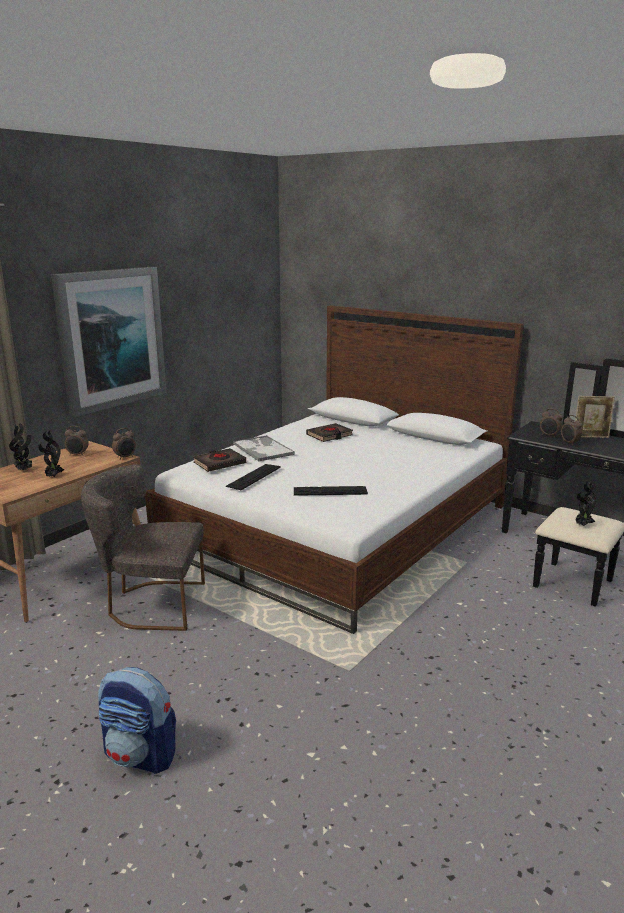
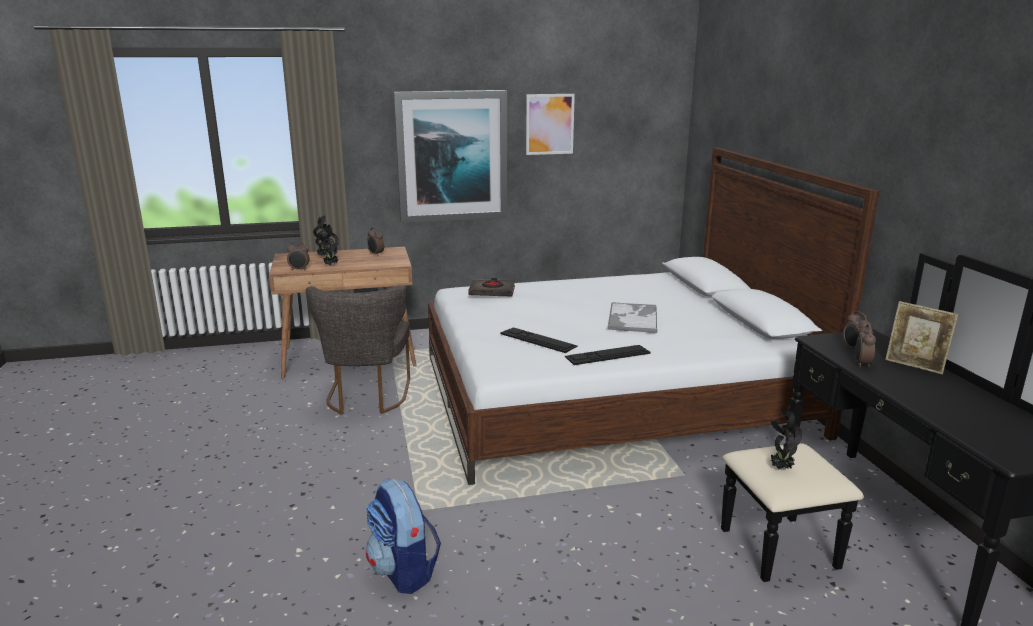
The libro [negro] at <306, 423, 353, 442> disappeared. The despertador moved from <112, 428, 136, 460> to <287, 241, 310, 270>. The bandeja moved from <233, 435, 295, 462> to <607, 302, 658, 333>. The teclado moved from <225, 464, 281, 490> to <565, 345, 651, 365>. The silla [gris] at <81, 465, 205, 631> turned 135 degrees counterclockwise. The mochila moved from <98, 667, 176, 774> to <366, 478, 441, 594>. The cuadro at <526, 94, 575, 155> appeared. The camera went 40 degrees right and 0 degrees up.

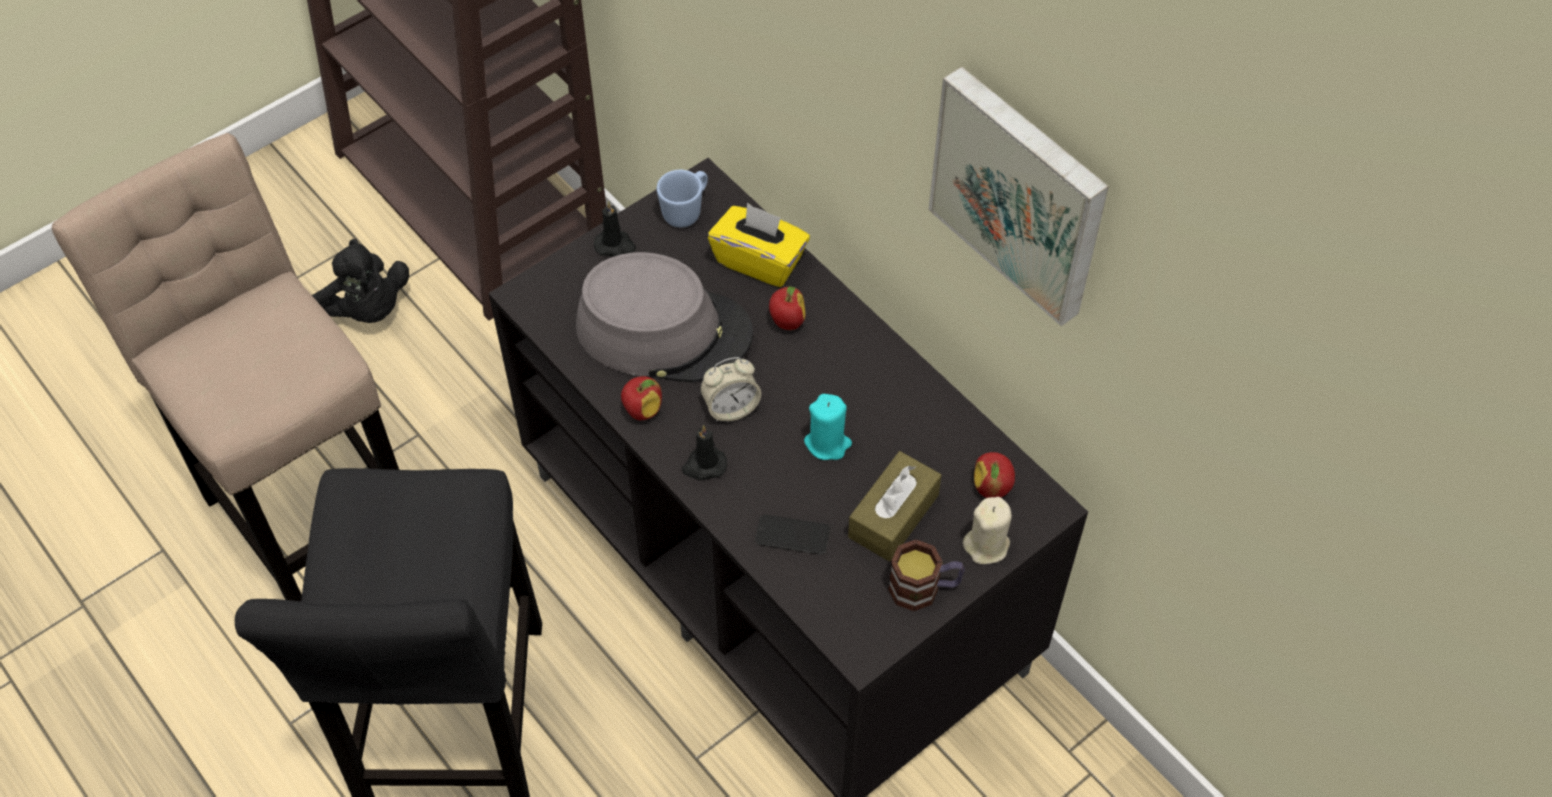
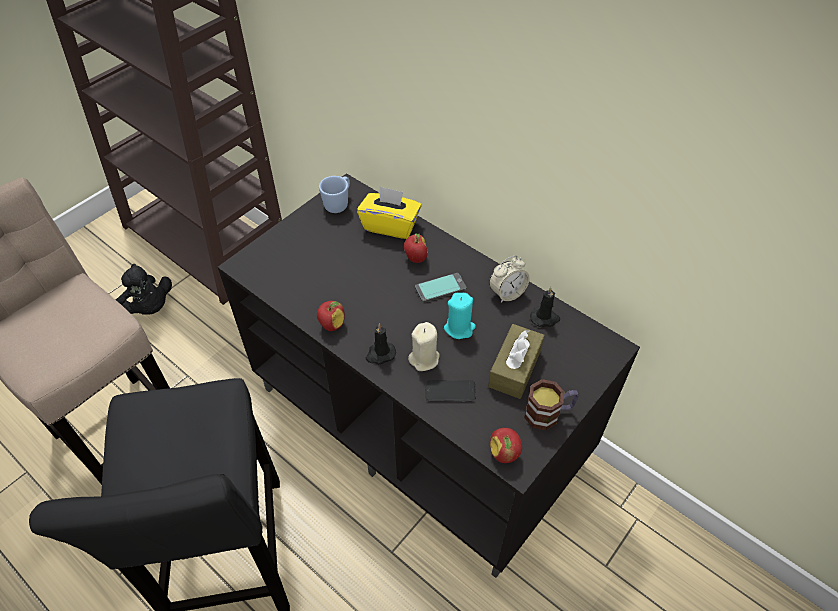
The cuadro at <929, 66, 1109, 326> disappeared. The vela [negro] moved from <594, 201, 636, 257> to <530, 287, 560, 327>. The sombrero [gris] at <576, 252, 753, 382> disappeared. The despertador moved from <700, 357, 761, 422> to <489, 255, 530, 303>. The manzana moved from <974, 452, 1015, 498> to <490, 428, 522, 463>. The vela [beis] moved from <963, 497, 1012, 564> to <408, 322, 440, 371>. The móvil at <415, 273, 466, 303> appeared. The camera went 10 degrees left and 5 degrees down.

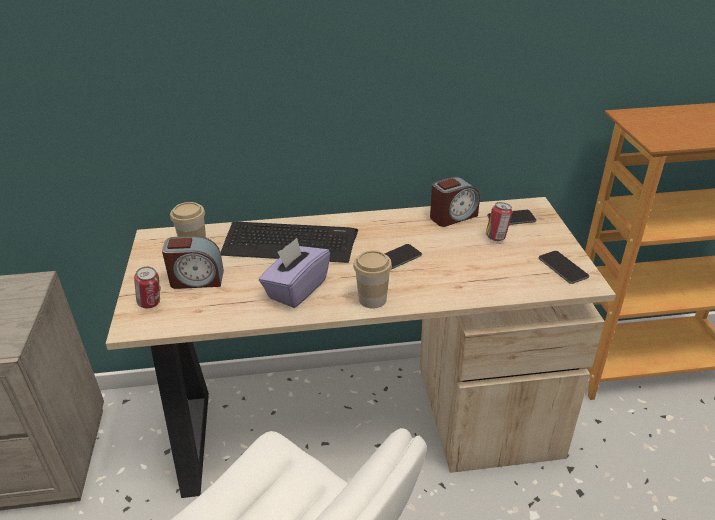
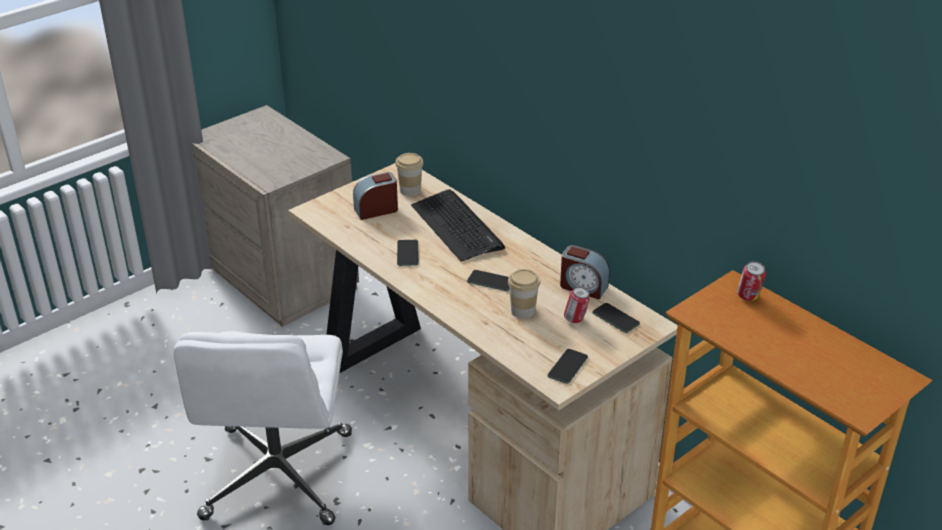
The despertador at <162, 236, 224, 289> turned 105 degrees clockwise. The caja de pañuelos [morado] at <259, 238, 330, 308> was replaced by the móvil at <397, 240, 419, 266>. The taza moved from <353, 251, 392, 308> to <508, 269, 541, 319>. The lata moved from <134, 267, 161, 308> to <737, 261, 766, 301>. The camera went 55 degrees right and 0 degrees up.

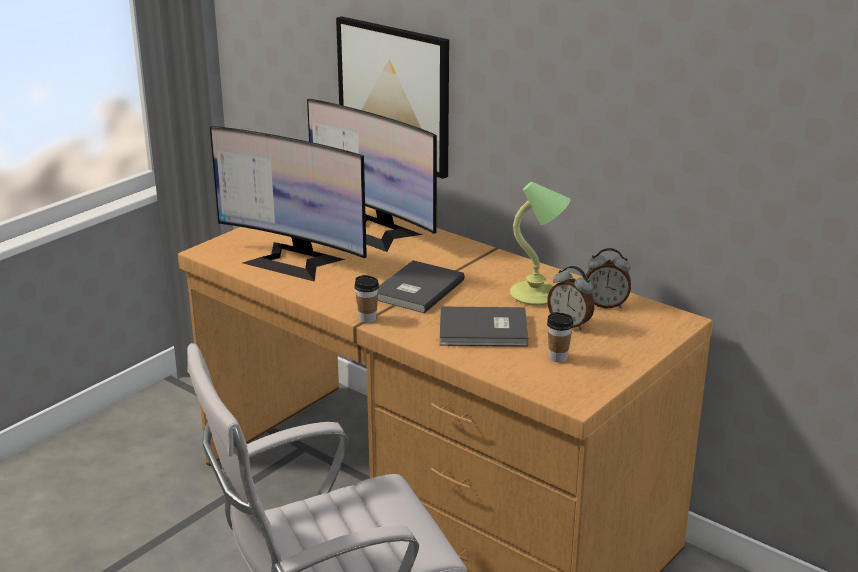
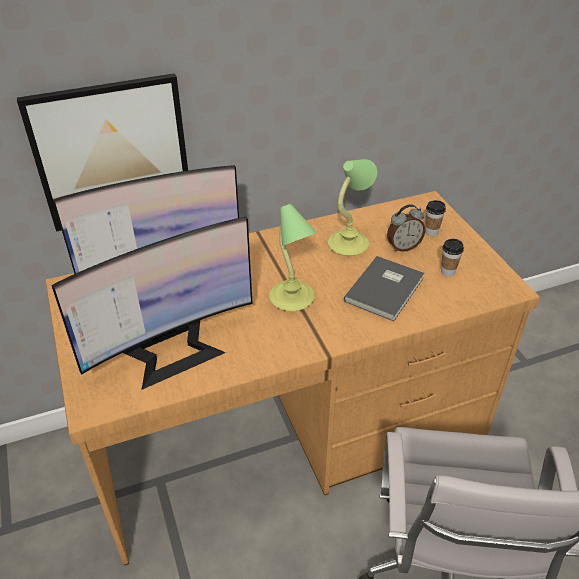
The despertador at <586, 248, 631, 308> disappeared. The libro [gris] at <378, 260, 465, 313> was replaced by the lámpara de mesa at <269, 204, 317, 311>. The taza moved from <354, 275, 379, 323> to <425, 200, 446, 236>. The camera went 60 degrees left and 15 degrees up.

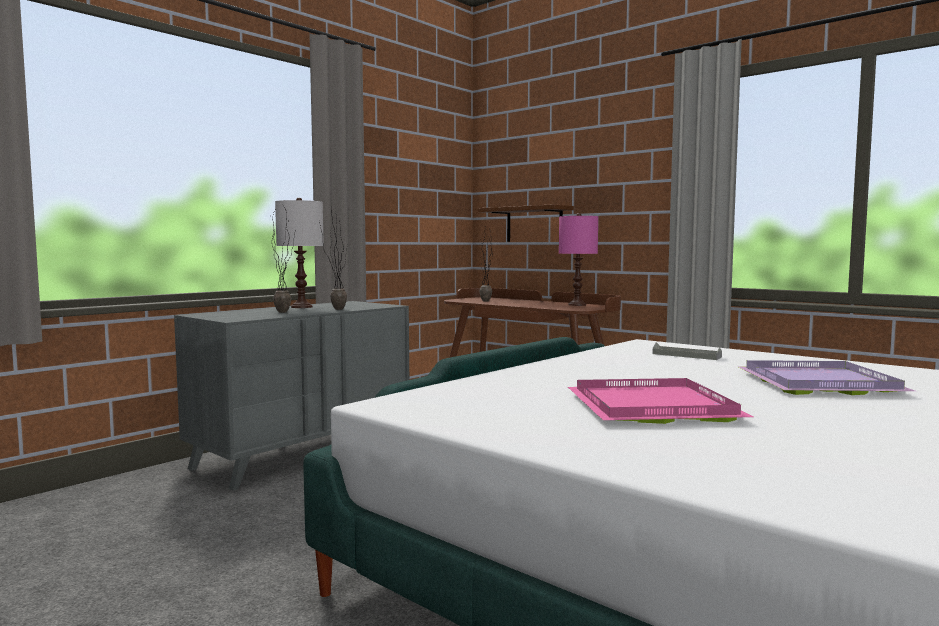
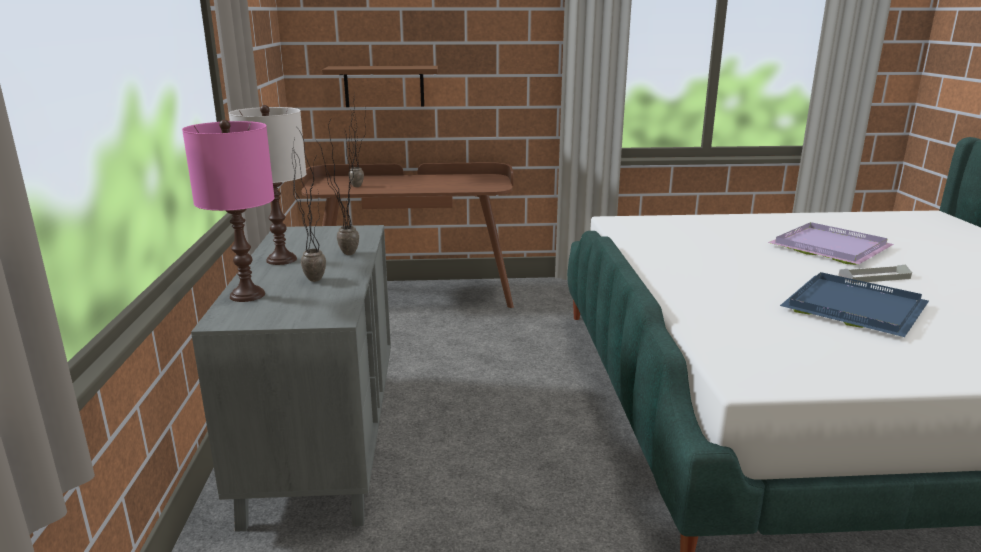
The lámpara de mesa [rosa] moved from <559, 213, 598, 306> to <182, 120, 275, 302>. The bandeja [gris] moved from <653, 342, 722, 360> to <838, 265, 912, 283>. The bandeja [rosa] at <568, 378, 753, 424> became the bandeja [azul] at <780, 272, 929, 337>. The camera went 45 degrees left and 15 degrees up.

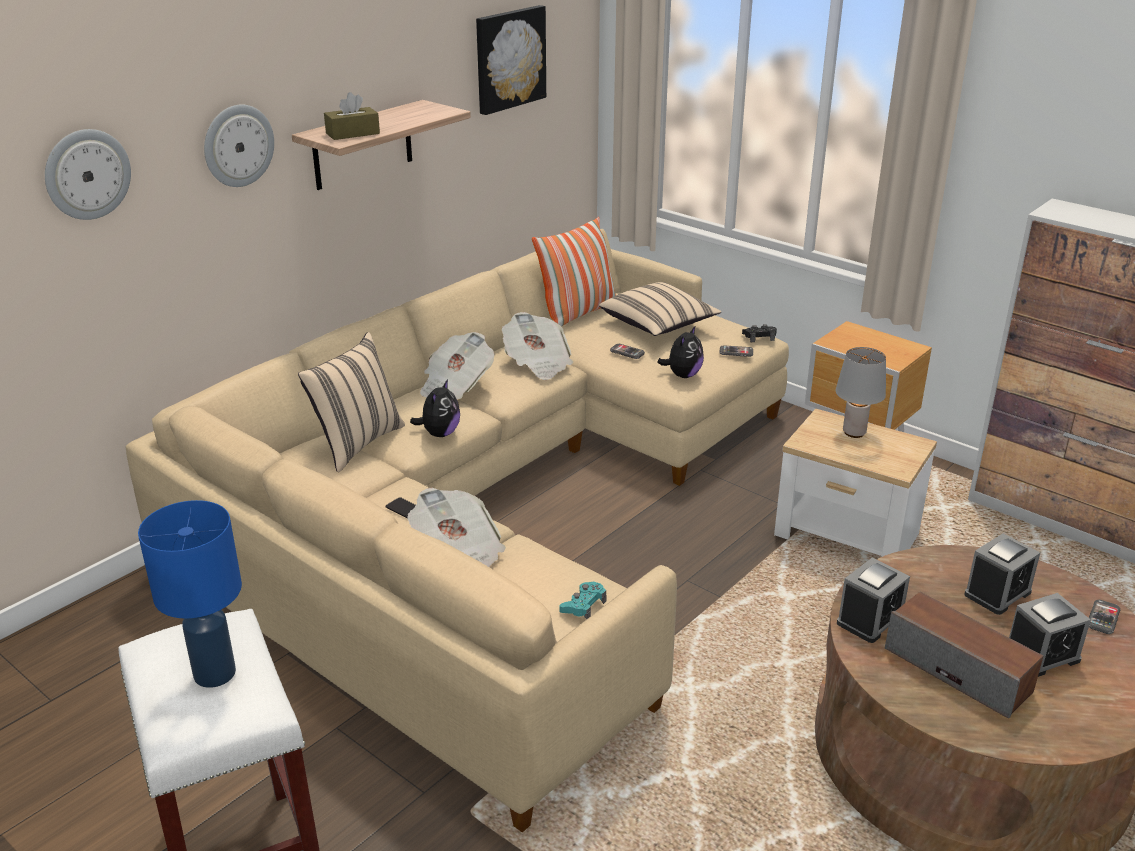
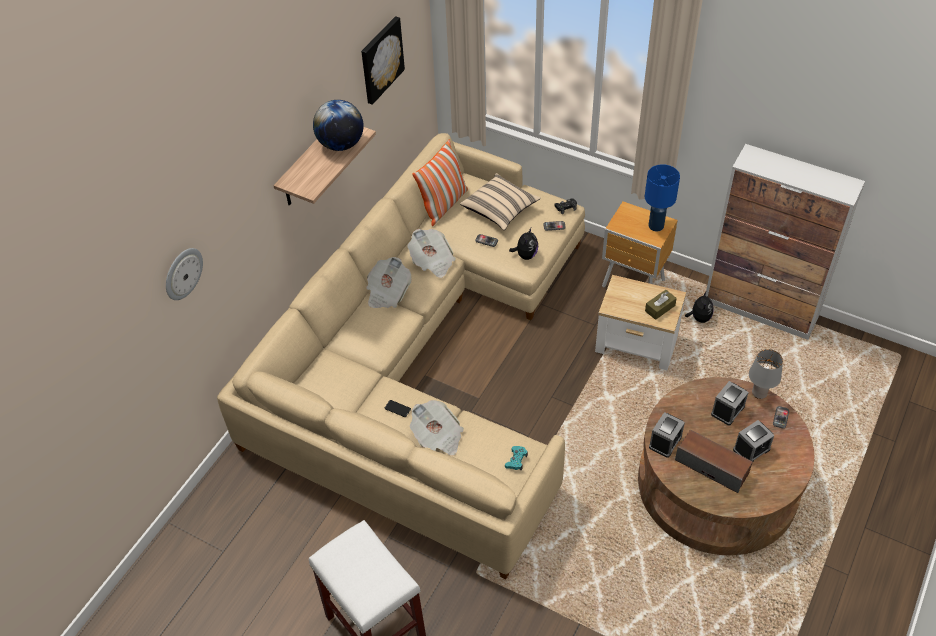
The caja de pañuelos [marrón] moved from <324, 92, 380, 140> to <645, 290, 677, 320>. The reloj de pared at <204, 104, 274, 187> disappeared. The cojín [beis] at <298, 332, 405, 472> disappeared. The lámpara de mesa [gris] moved from <836, 347, 886, 438> to <749, 349, 783, 399>. The peluche moved from <410, 379, 460, 437> to <685, 292, 714, 323>. The lámpara de mesa [azul] moved from <138, 500, 242, 688> to <645, 164, 680, 231>. The globo terráqueo at <313, 100, 364, 151> appeared. The camera went 10 degrees left and 20 degrees up.

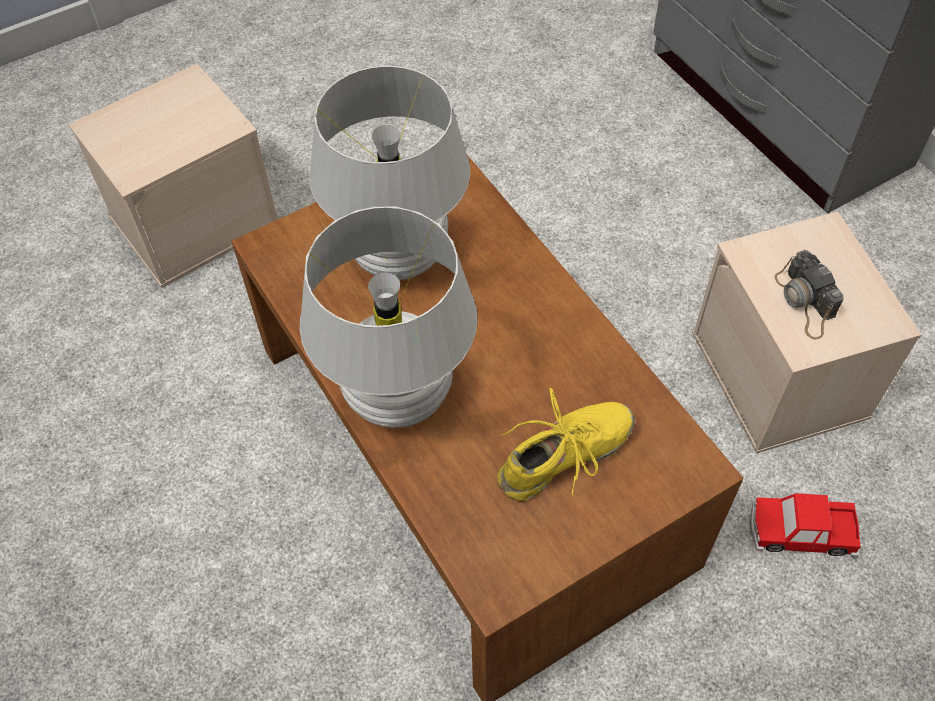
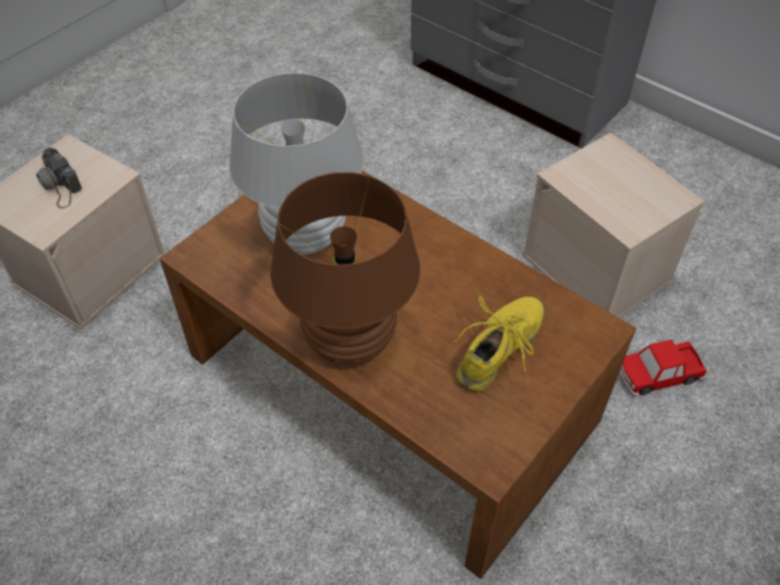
The lámpara de mesa [blanco] at <300, 206, 477, 428> became the lámpara de mesa [marrón] at <270, 172, 420, 365>. The cámara moved from <774, 250, 843, 340> to <36, 147, 82, 208>. The camera went 20 degrees left and 5 degrees down.

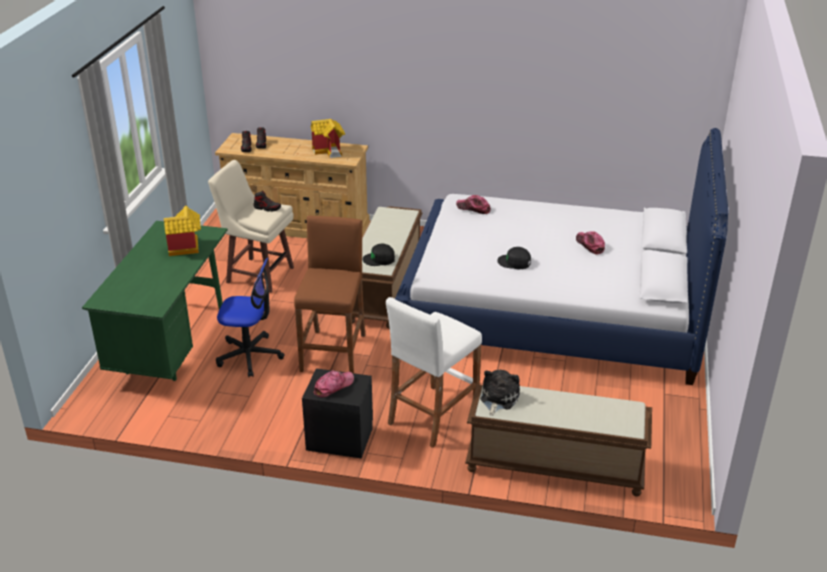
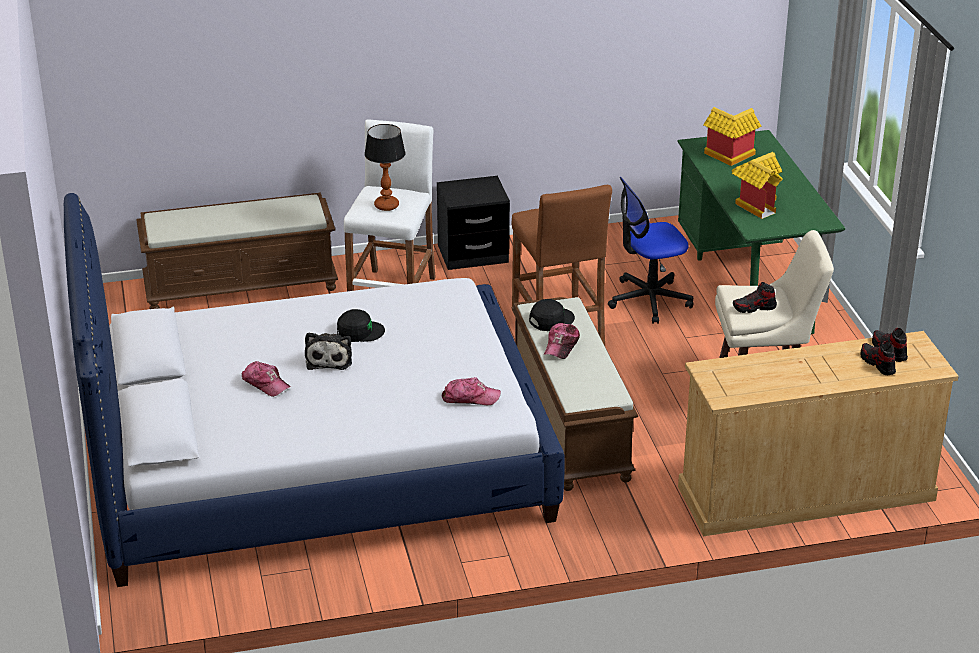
The casita moved from <311, 119, 345, 158> to <703, 107, 762, 166>. The gorra moved from <314, 370, 354, 398> to <544, 323, 580, 359>. The peluche moved from <480, 370, 520, 416> to <305, 332, 352, 370>. The lámpara de mesa at <364, 124, 406, 211> appeared. The camera went 155 degrees right and 0 degrees up.

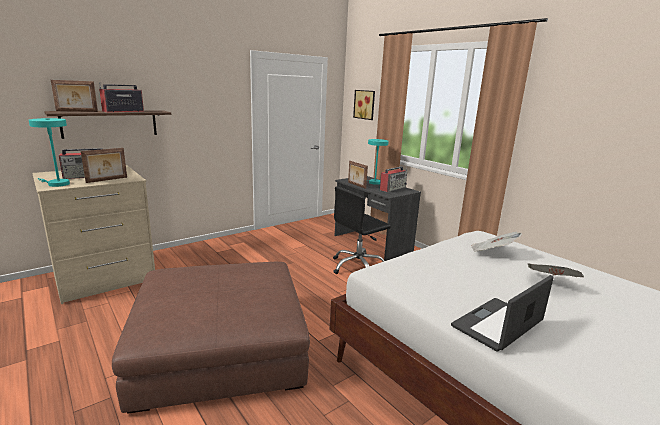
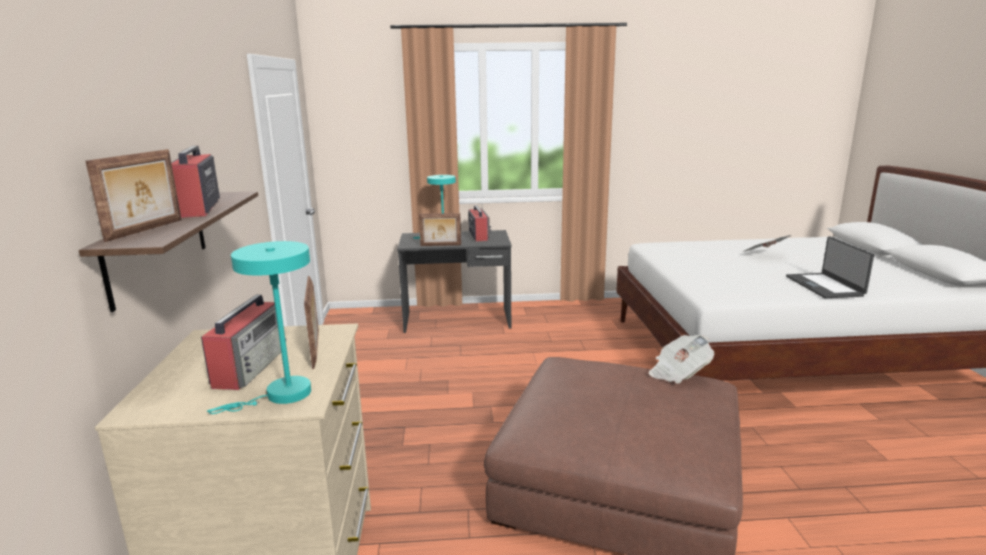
The cuadro at <353, 90, 375, 120> disappeared. The silla de oficina [negro] at <333, 186, 391, 274> disappeared. The periódico moved from <471, 232, 522, 252> to <649, 335, 714, 384>. The camera went 55 degrees left and 0 degrees up.

